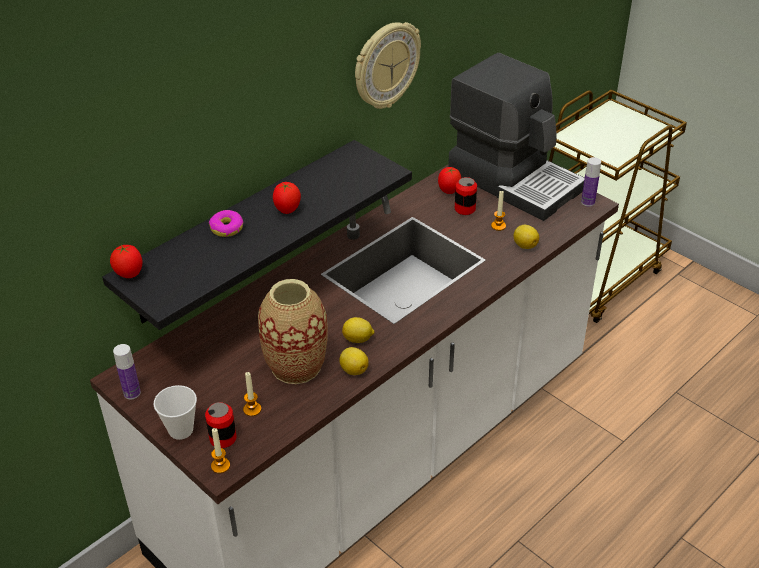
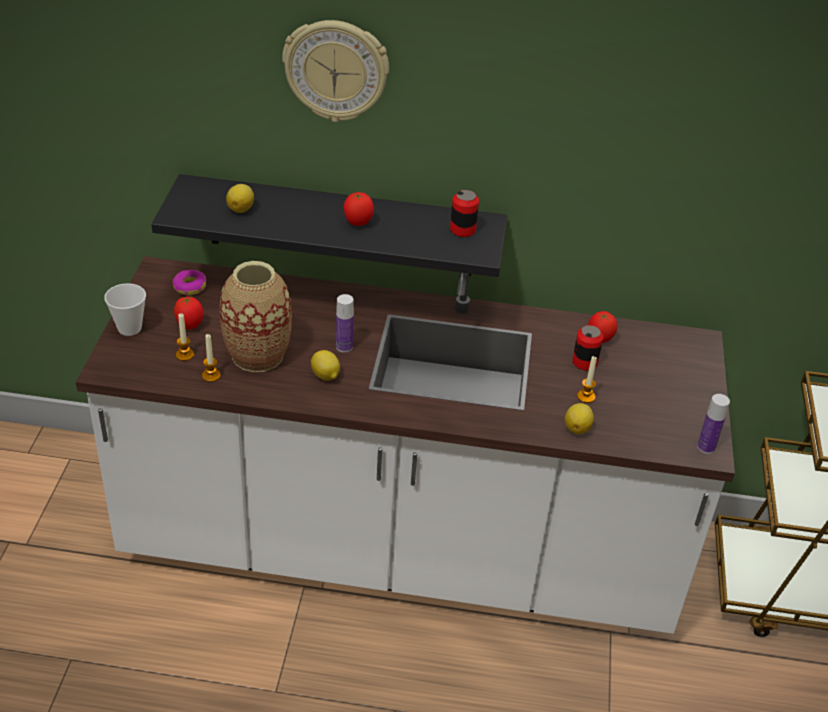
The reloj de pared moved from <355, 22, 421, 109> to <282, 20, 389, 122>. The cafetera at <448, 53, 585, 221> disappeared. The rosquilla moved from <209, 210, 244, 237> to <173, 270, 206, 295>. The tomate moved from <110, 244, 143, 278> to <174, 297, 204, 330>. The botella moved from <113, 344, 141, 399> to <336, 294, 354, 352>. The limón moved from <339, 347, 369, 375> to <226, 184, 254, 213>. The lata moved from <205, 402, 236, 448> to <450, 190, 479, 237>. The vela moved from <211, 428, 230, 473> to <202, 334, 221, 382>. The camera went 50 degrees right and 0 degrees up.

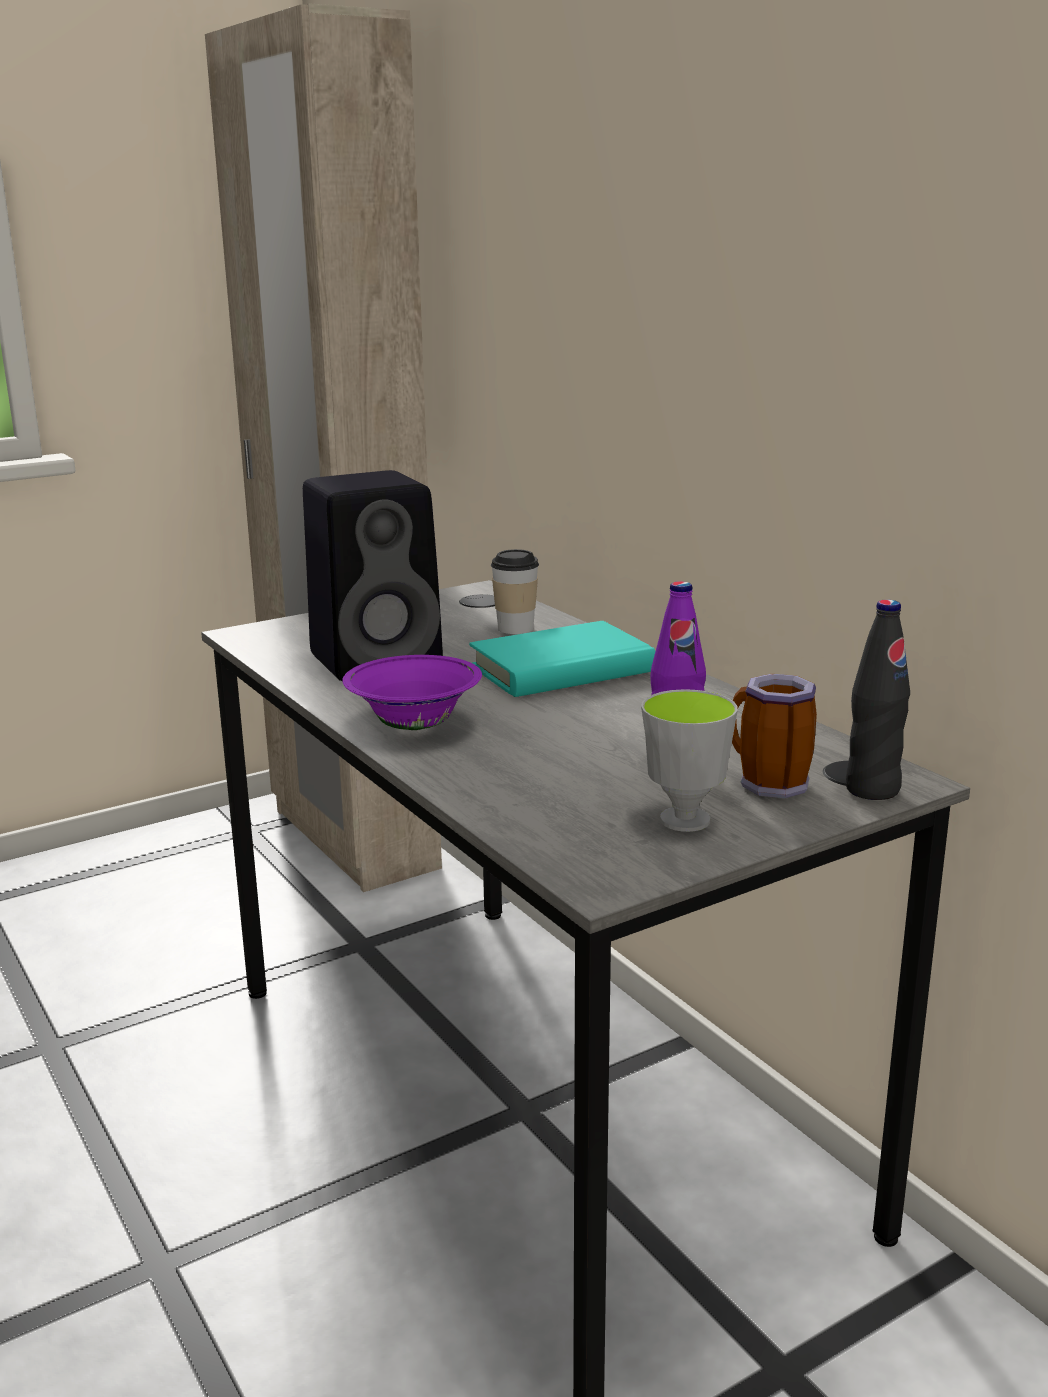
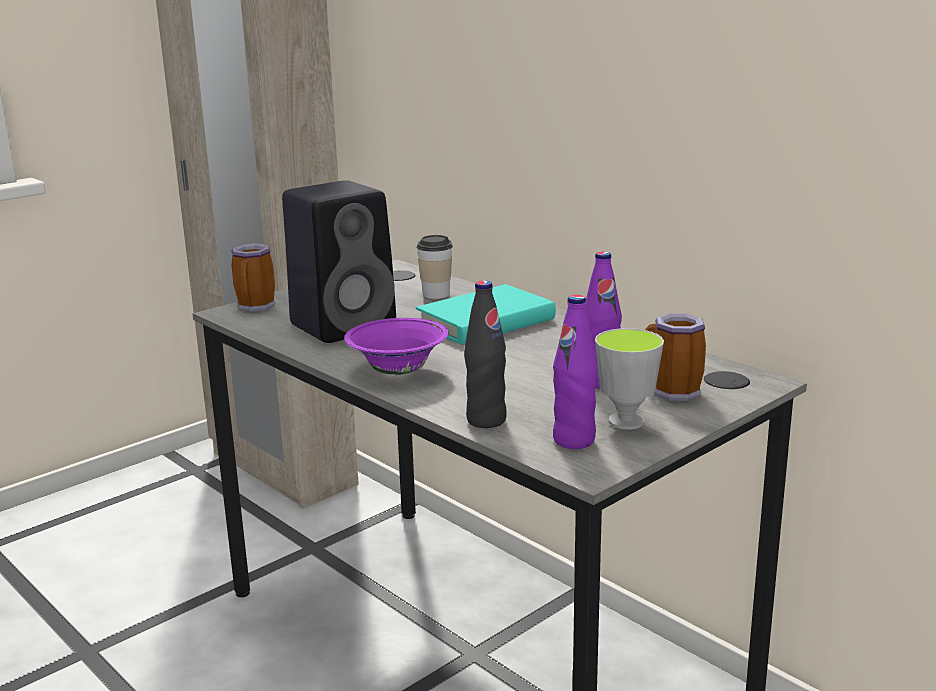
The botella [negro] moved from <845, 600, 910, 800> to <464, 280, 507, 428>. The taza grande at <231, 243, 275, 312> appeared. The botella [morado] at <553, 295, 598, 449> appeared. The camera went 10 degrees left and 0 degrees up.

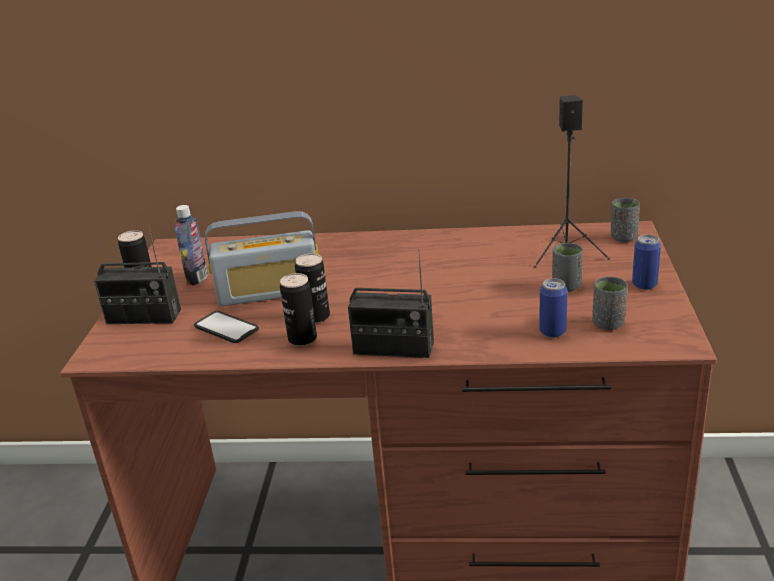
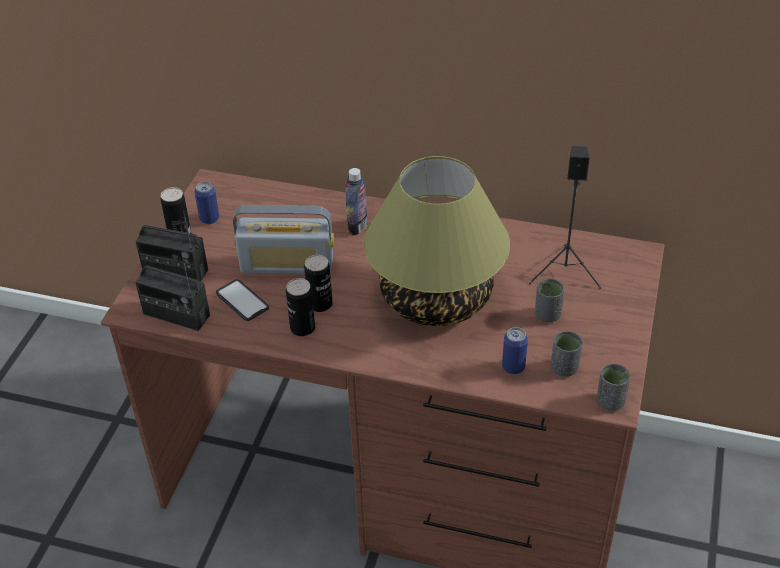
The taza [gris] moved from <611, 198, 640, 242> to <597, 364, 630, 411>. The botella moved from <174, 205, 208, 285> to <345, 168, 367, 236>. The lata moved from <632, 234, 661, 290> to <194, 181, 219, 224>. The radio moved from <348, 249, 434, 358> to <135, 256, 210, 331>. The lámpara de mesa at <364, 156, 510, 326> appeared. The camera went 10 degrees right and 15 degrees up.

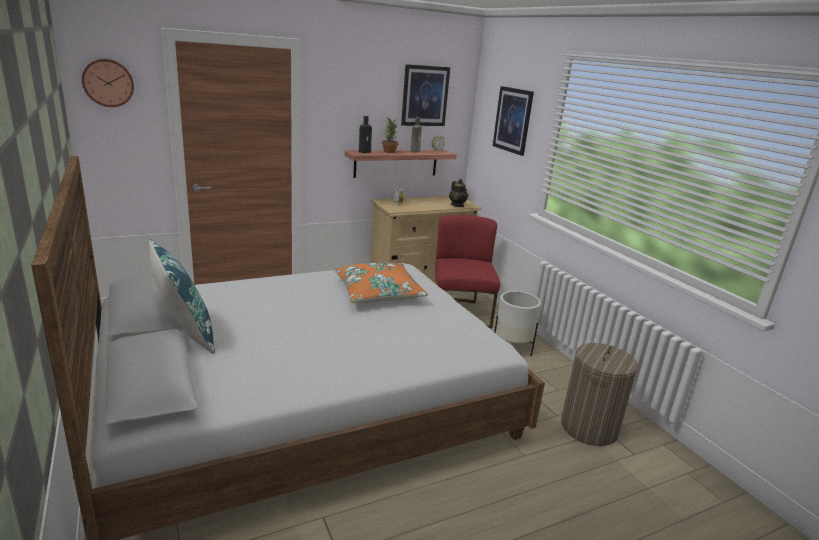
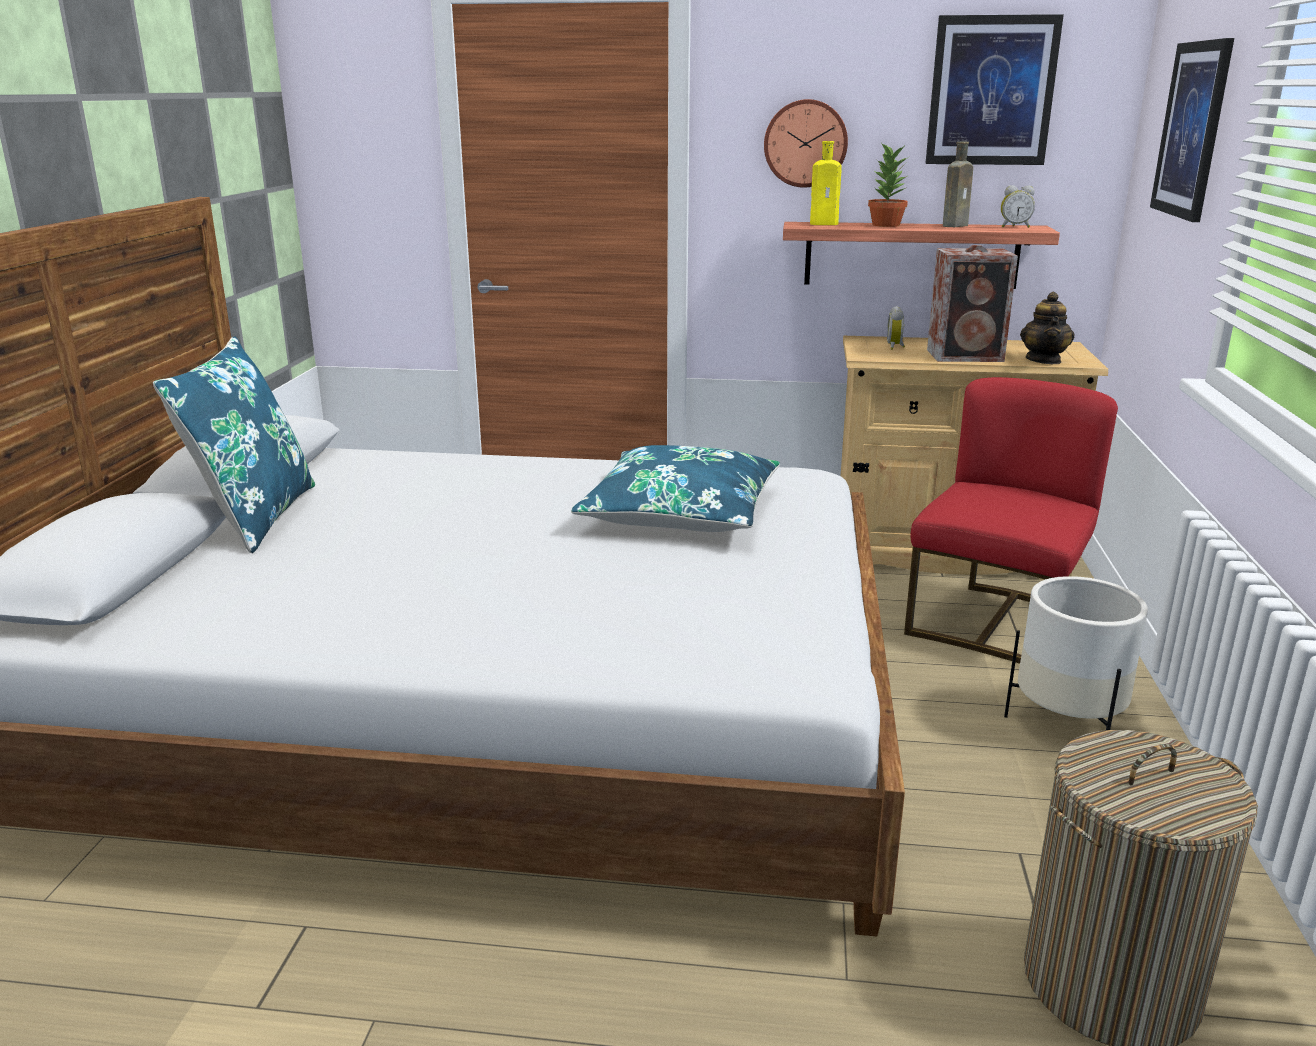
The reloj de pared moved from <82, 59, 134, 107> to <764, 99, 848, 188>. The botella [negro] at <359, 116, 372, 153> became the botella [amarillo] at <810, 141, 842, 225>. The cojín [naranja] at <333, 262, 428, 303> became the cojín [azul] at <571, 445, 780, 532>. The altavoz at <927, 245, 1018, 362> appeared. The camera went 35 degrees right and 0 degrees up.

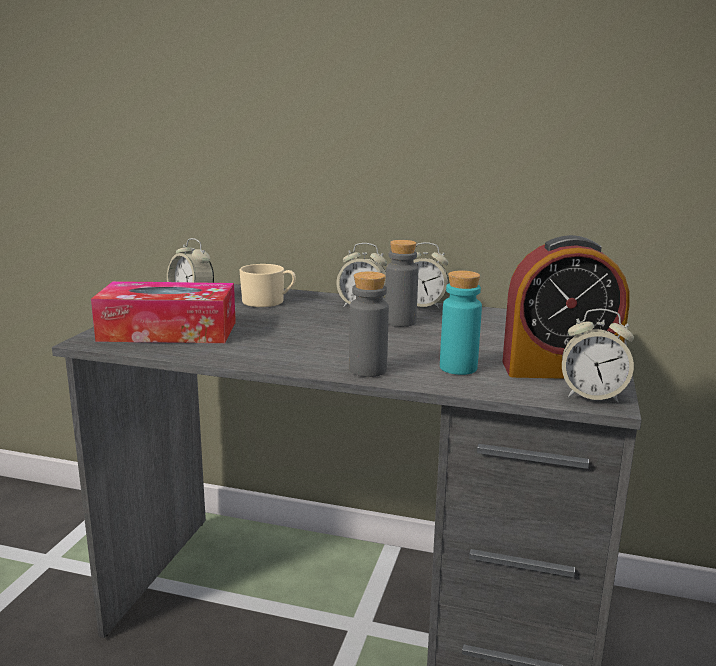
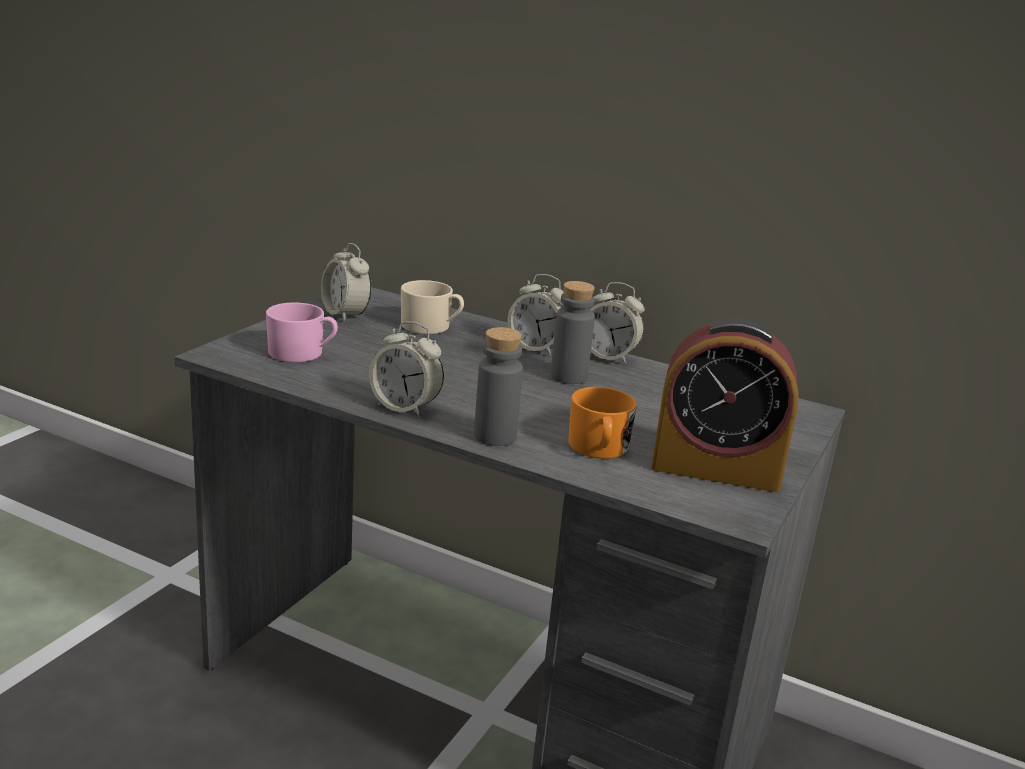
The botella [turquesa] at <440, 270, 482, 375> was replaced by the taza grande [naranja] at <568, 387, 637, 459>. The caja de pañuelos at <91, 281, 236, 343> was replaced by the taza grande [rosa] at <266, 302, 338, 362>. The despertador moved from <562, 309, 634, 402> to <369, 321, 444, 417>. The camera went 10 degrees right and 5 degrees up.

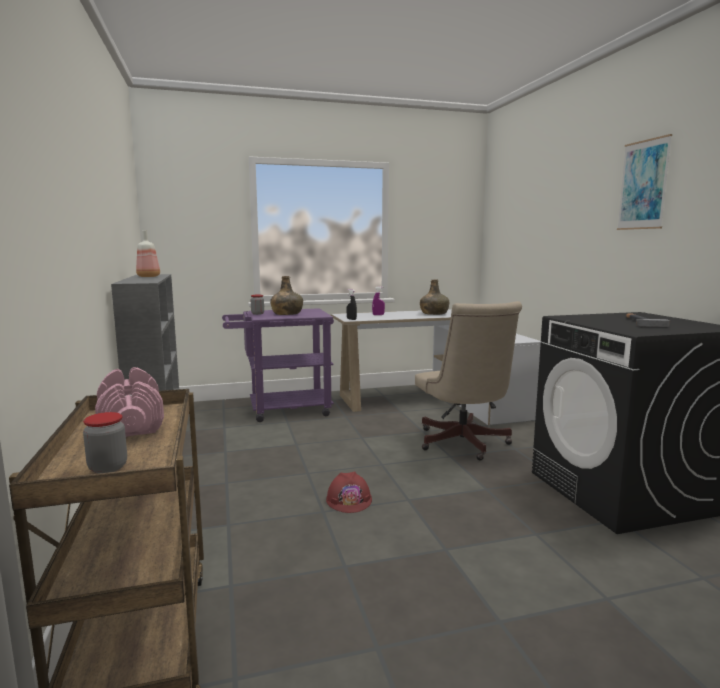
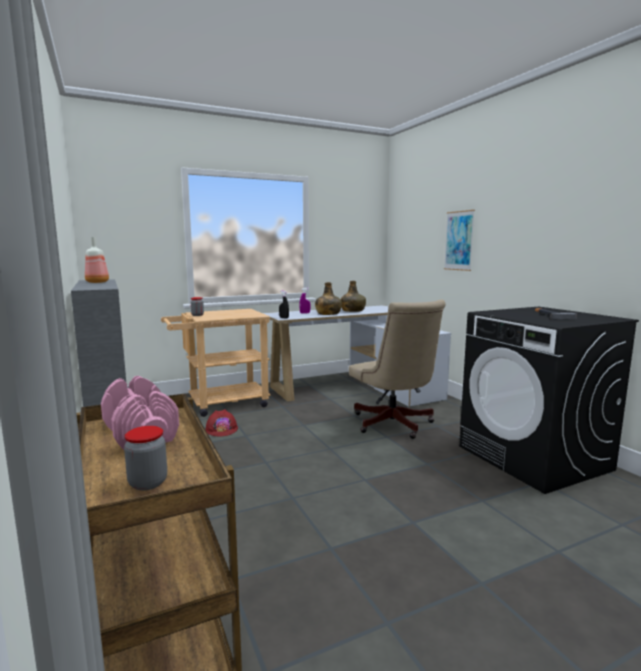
The cuadro moved from <617, 134, 672, 230> to <444, 210, 475, 271>. The botella [verde] moved from <270, 276, 303, 315> to <315, 282, 342, 315>. The carrito [morado] at <222, 308, 334, 422> became the carrito [beis] at <161, 309, 271, 417>. The casco [rojo] moved from <326, 471, 372, 513> to <205, 409, 238, 436>. The camera went 10 degrees left and 0 degrees up.

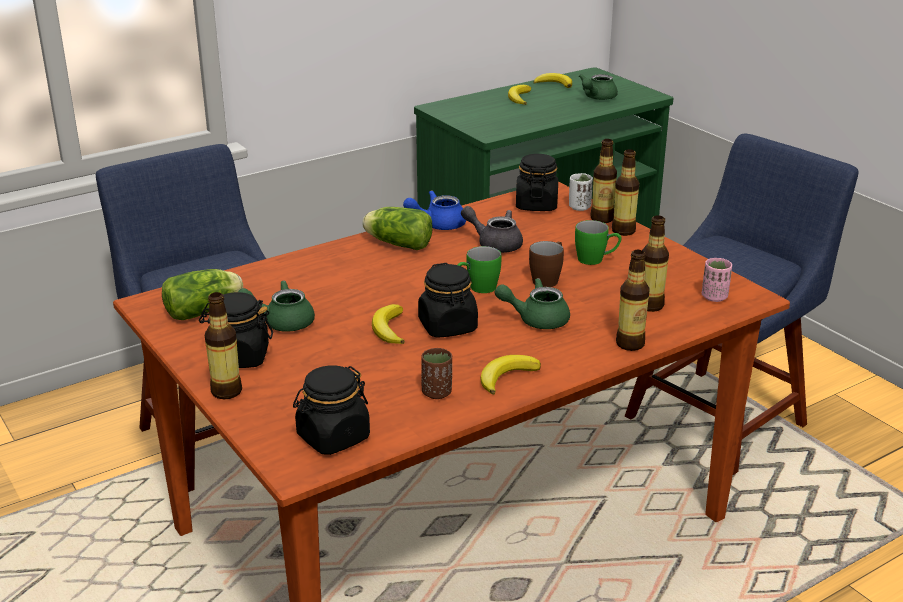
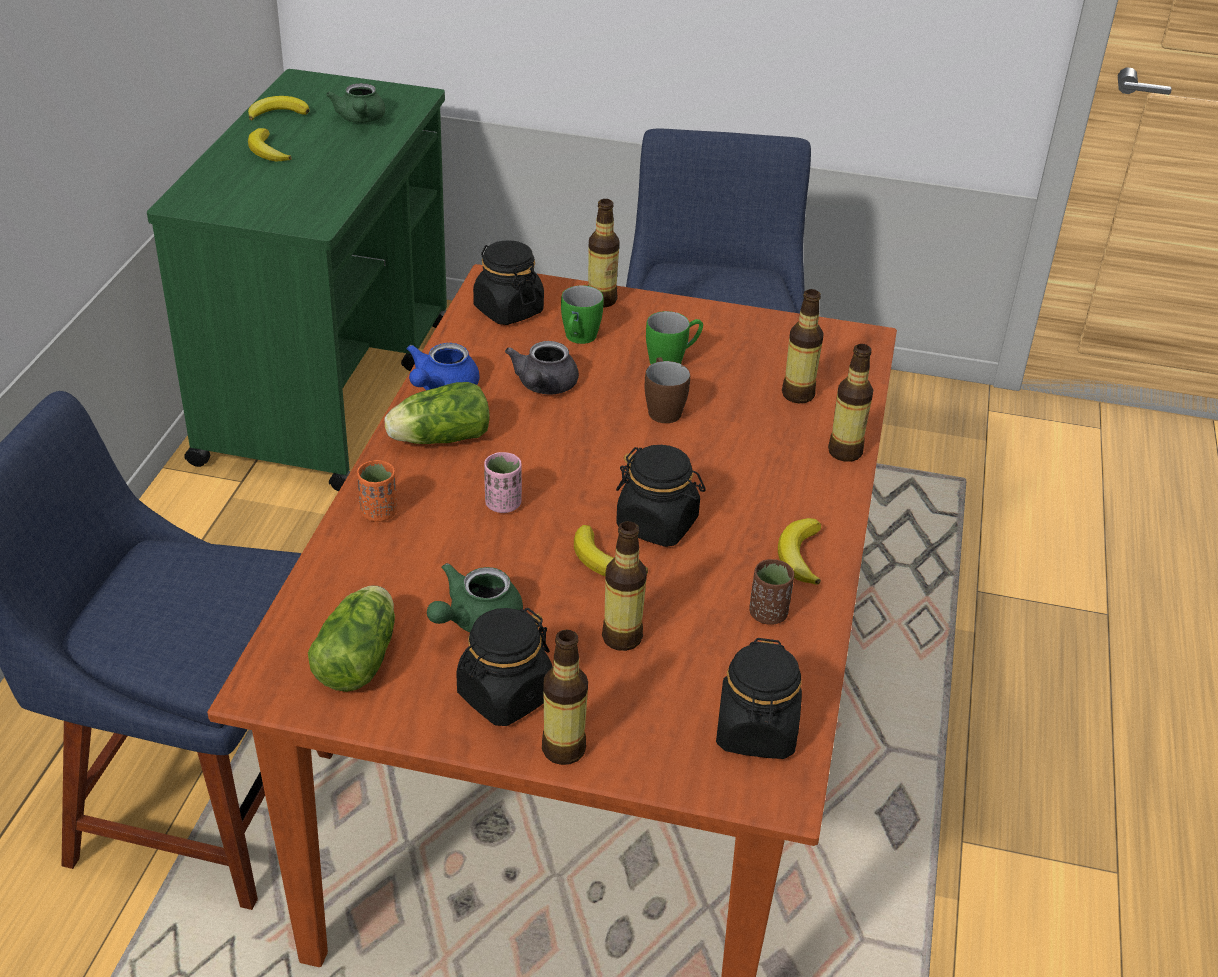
The botella moved from <612, 149, 639, 236> to <602, 521, 647, 651>. The taza [blanco] at <569, 173, 593, 211> disappeared. The tetera [gris] at <461, 206, 523, 253> turned 60 degrees counterclockwise. The taza grande [verde] moved from <457, 246, 502, 293> to <561, 285, 604, 344>. The taza [rosa] moved from <702, 258, 732, 302> to <484, 452, 522, 513>. The tetera [verde] at <495, 278, 570, 329> disappeared. The taza [naranja] at <357, 460, 397, 522> appeared. The camera went 45 degrees left and 10 degrees up.

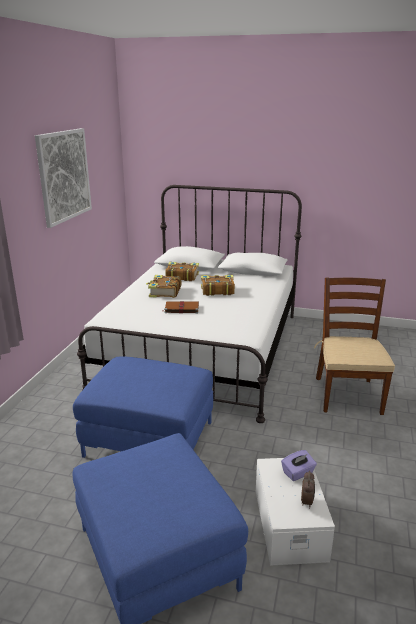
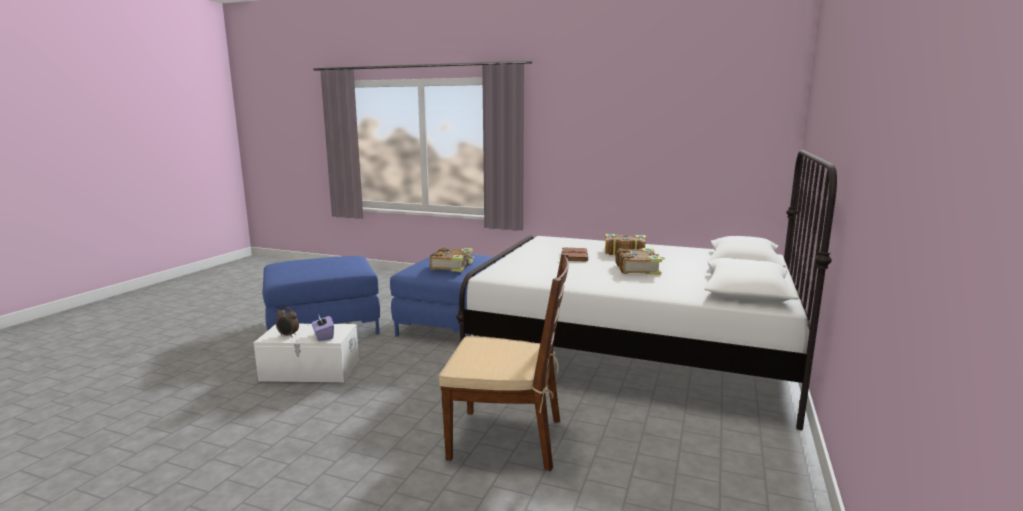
The cuadro at <35, 128, 92, 228> disappeared. The libro moved from <165, 262, 199, 281> to <430, 247, 474, 272>. The camera went 95 degrees right and 10 degrees down.

